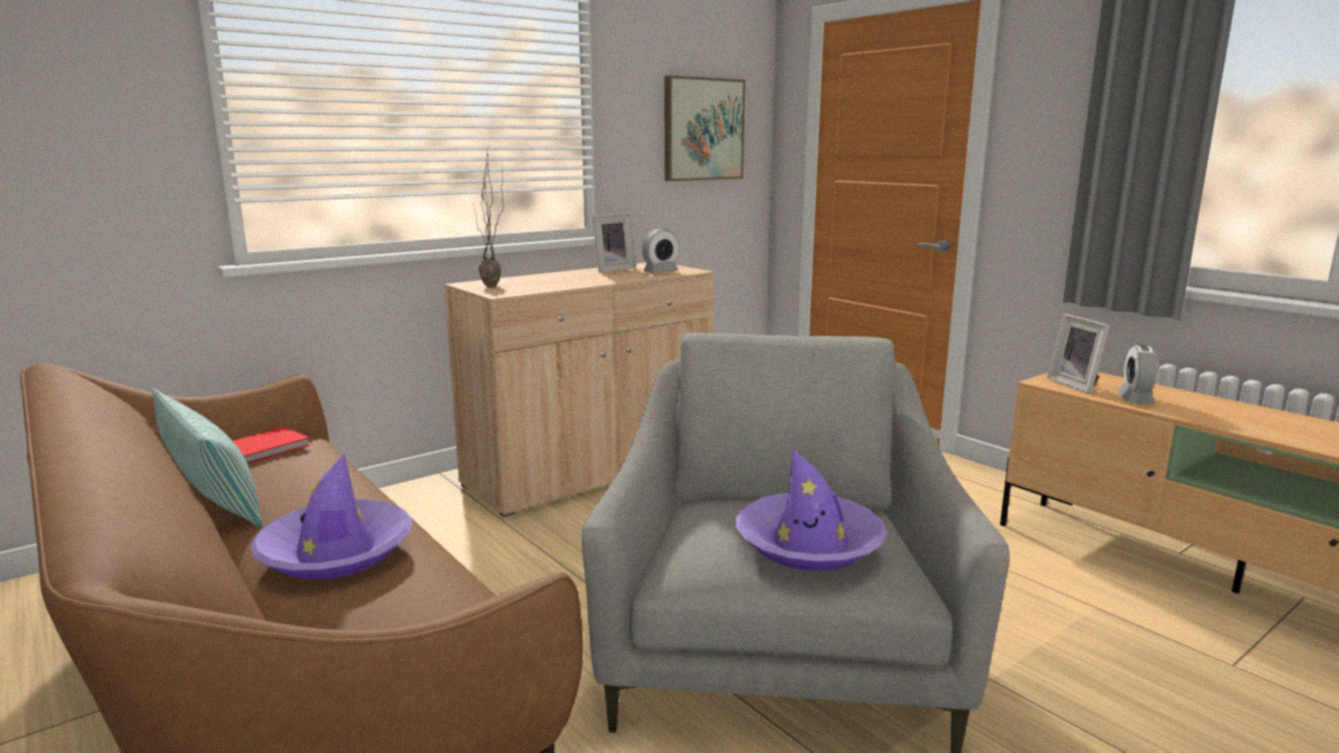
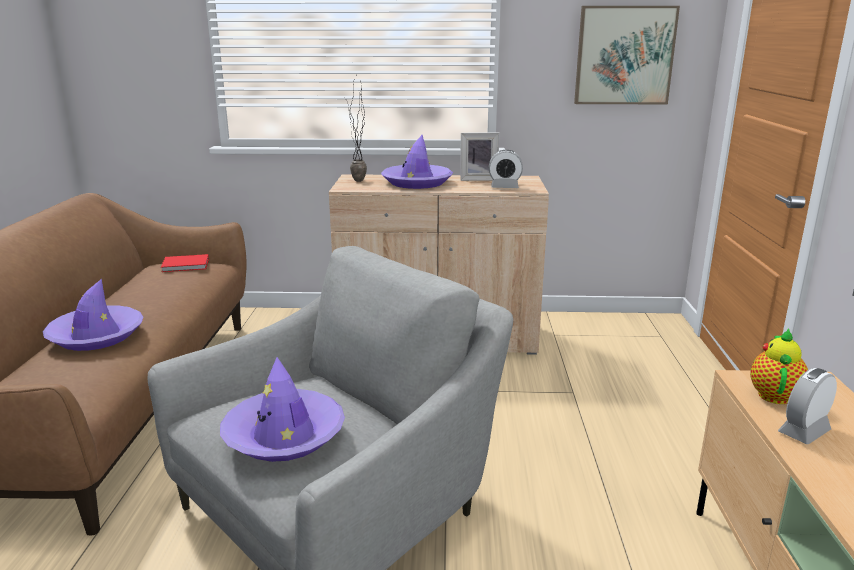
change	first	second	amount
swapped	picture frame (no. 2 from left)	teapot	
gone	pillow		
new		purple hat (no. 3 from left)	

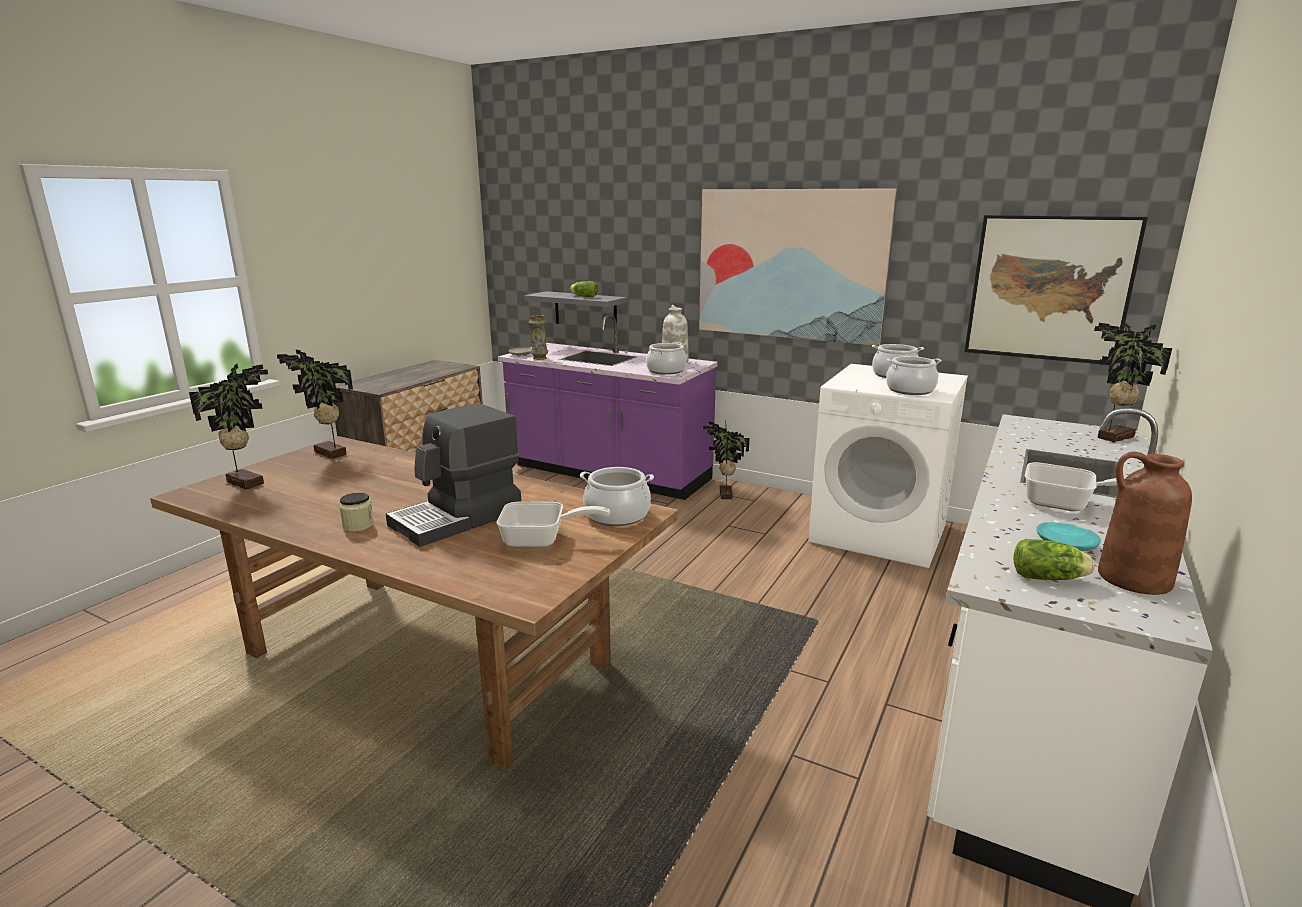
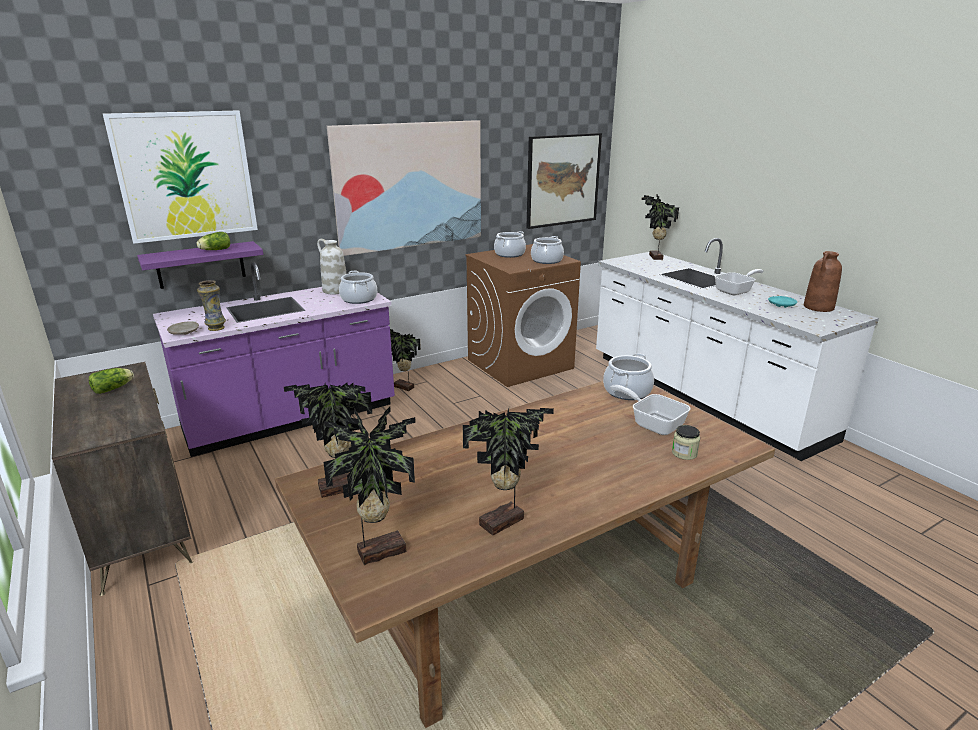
change	first	second	amount
repainted	grey shelf	purple shelf	
repainted	white washing machine	brown washing machine	
gone	coffee machine		
shifted	jar		
rotated	frying pan (no. 1 from left)		75 degrees counterclockwise
shifted	lettuce (no. 2 from left in the first image)	lettuce (no. 1 from left)	
new		picture (no. 1 from left)	
new		potted plant (no. 4 from left)	

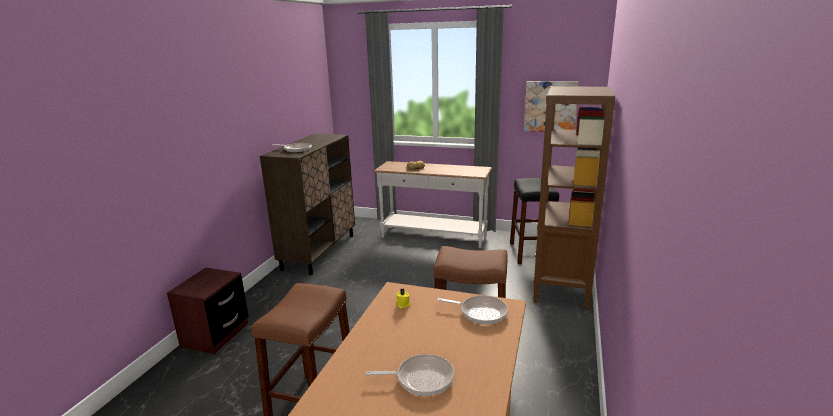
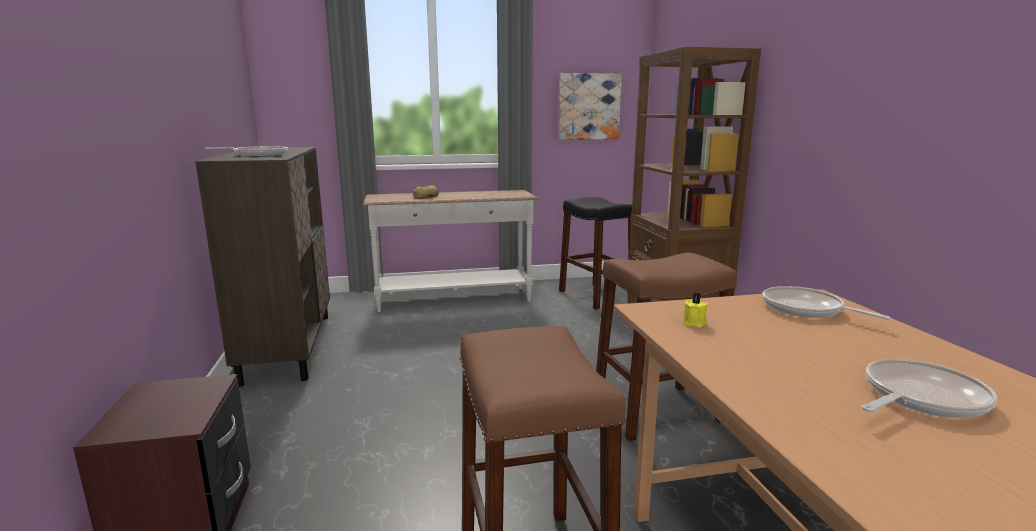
change	first	second	amount
rotated	frying pan (no. 3 from left in the first image)	frying pan (no. 2 from left)	120 degrees counterclockwise

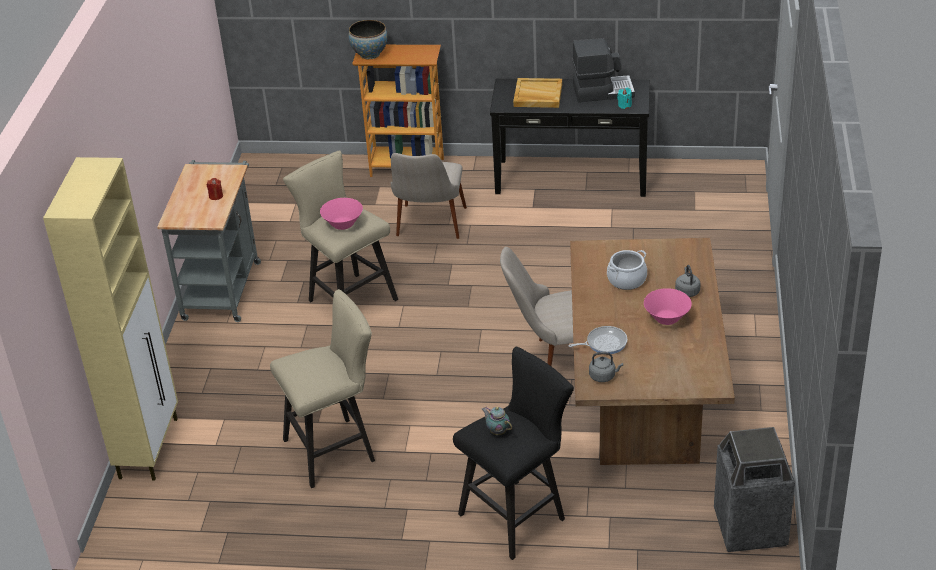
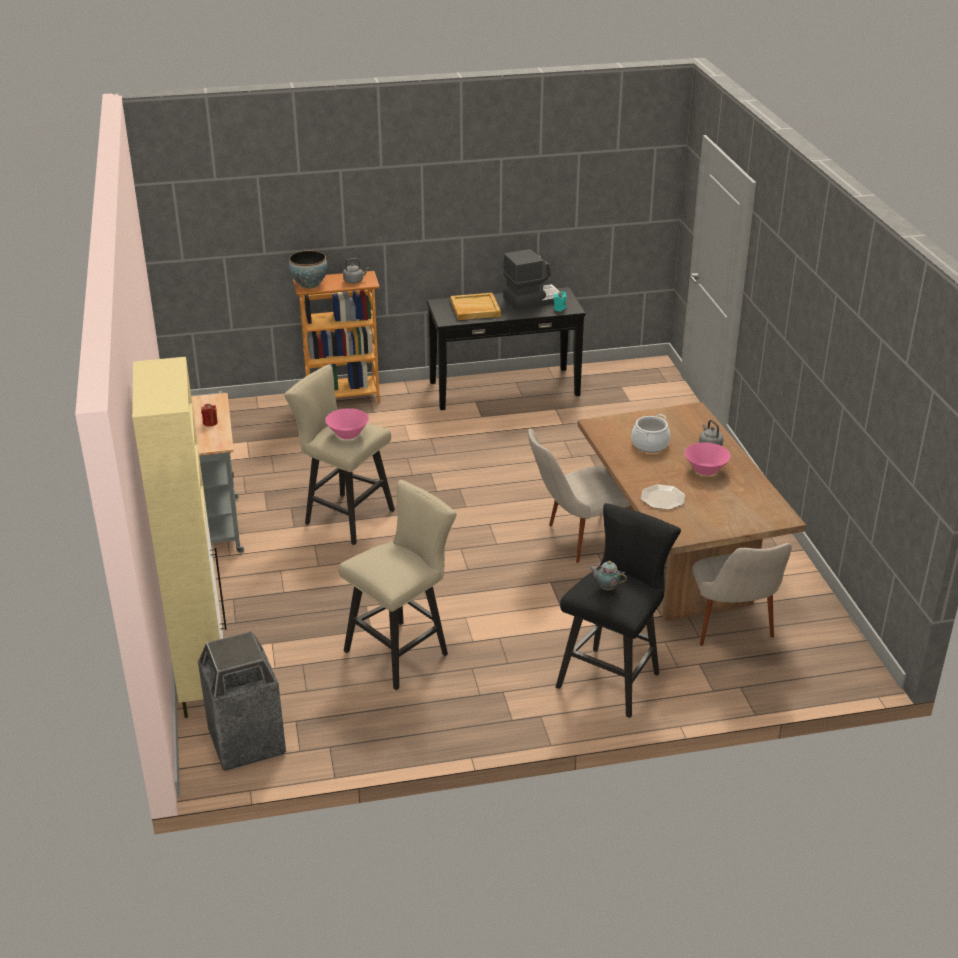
change	first	second	amount
shifted	beige chair (no. 1 from left in the first image)	beige chair (no. 2 from left)	
swapped	frying pan	plate	
shifted	grey kettle (no. 1 from left)		
shifted	trash can		

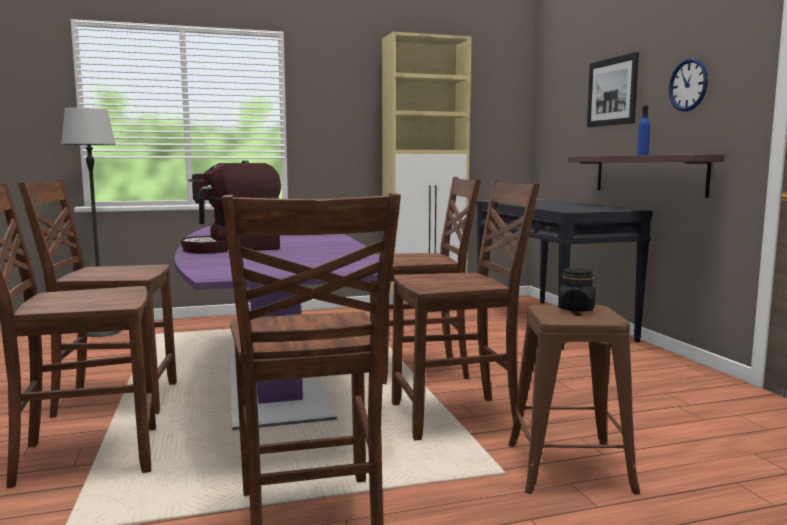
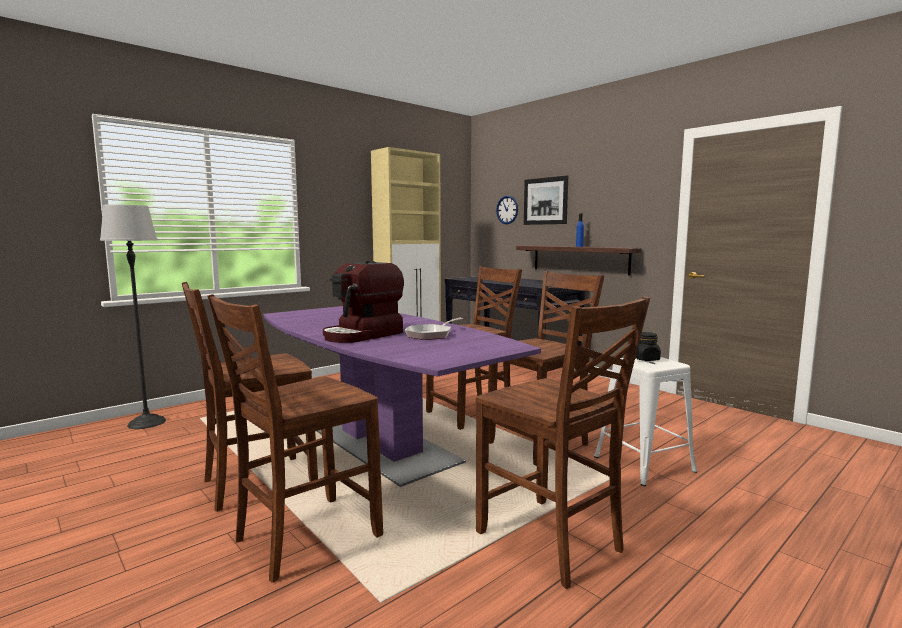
change	first	second	amount
shifted	wall clock		
repainted	brown stool	white stool	
new		frying pan	

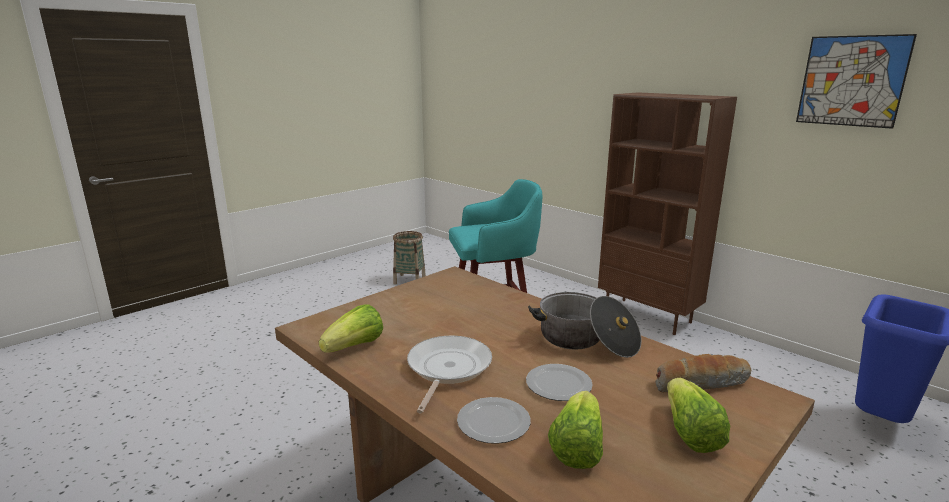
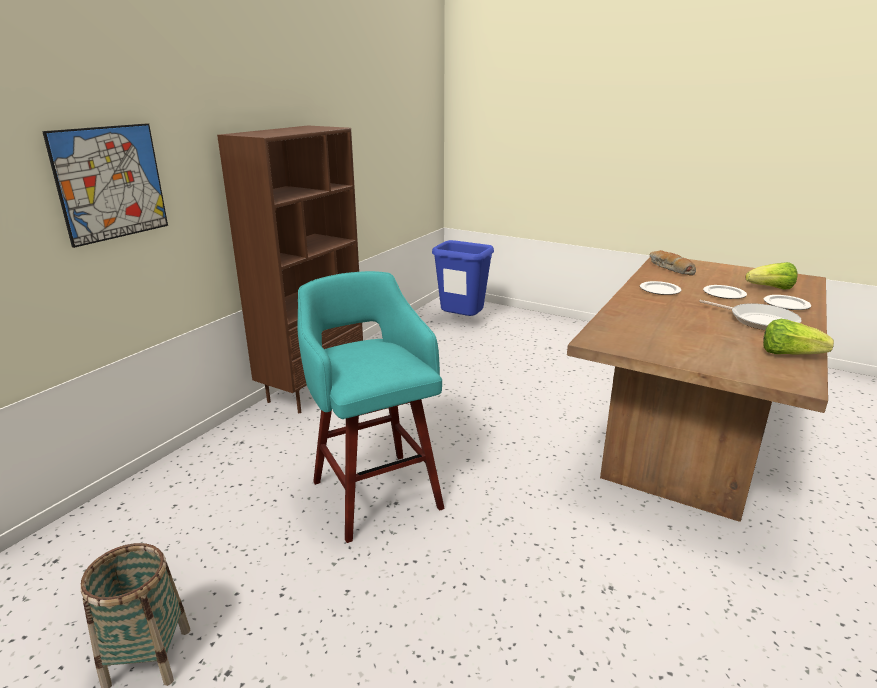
change	first	second	amount
shifted	picture		
swapped	cooking pot	plate (no. 1 from left)	
rotated	frying pan		135 degrees counterclockwise
gone	lettuce (no. 3 from left)		

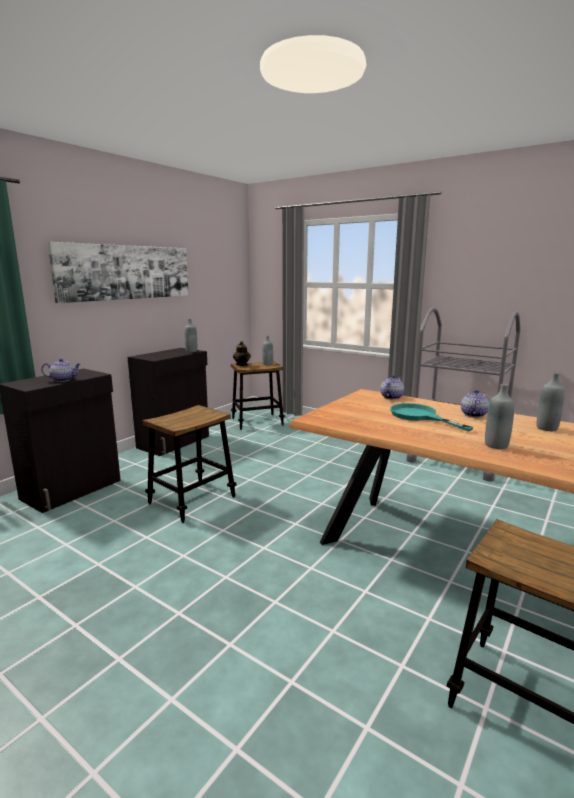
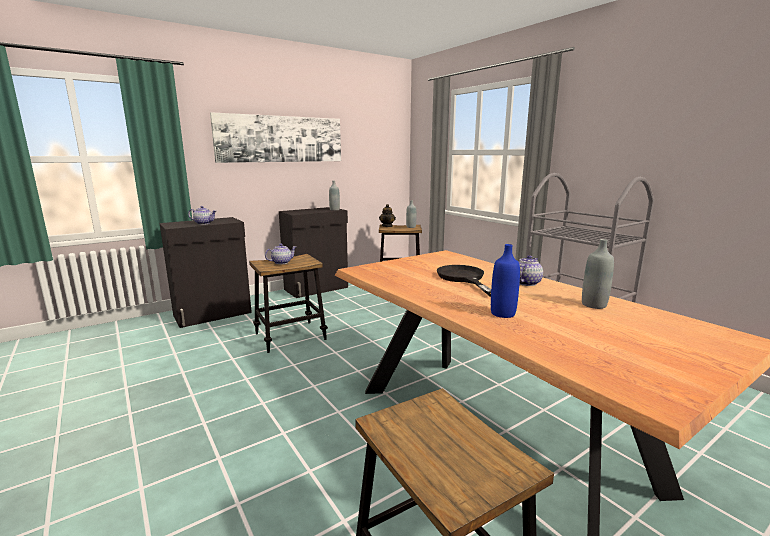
change	first	second	amount
shifted	teapot (no. 3 from left in the first image)	teapot (no. 2 from left)	
repainted	grey bottle (no. 3 from left)	blue bottle	
repainted	turquoise frying pan	black frying pan	

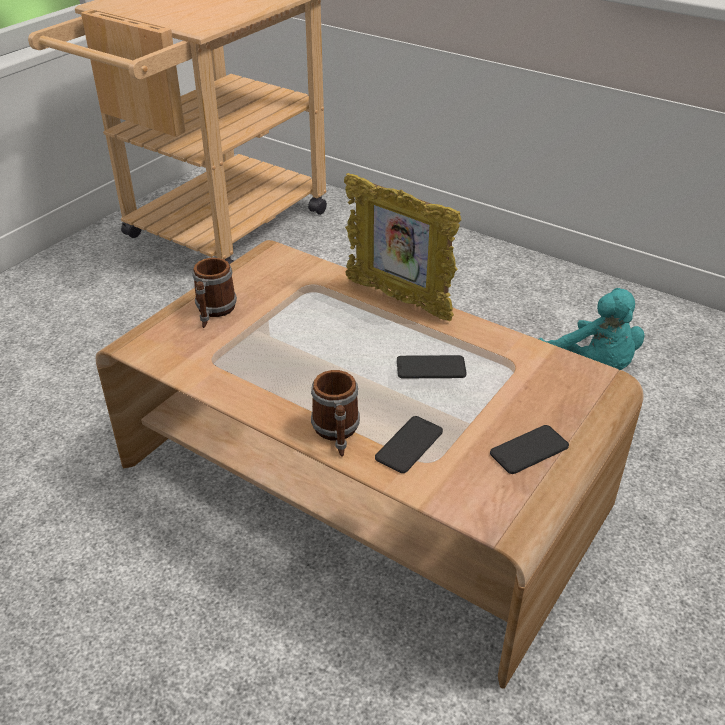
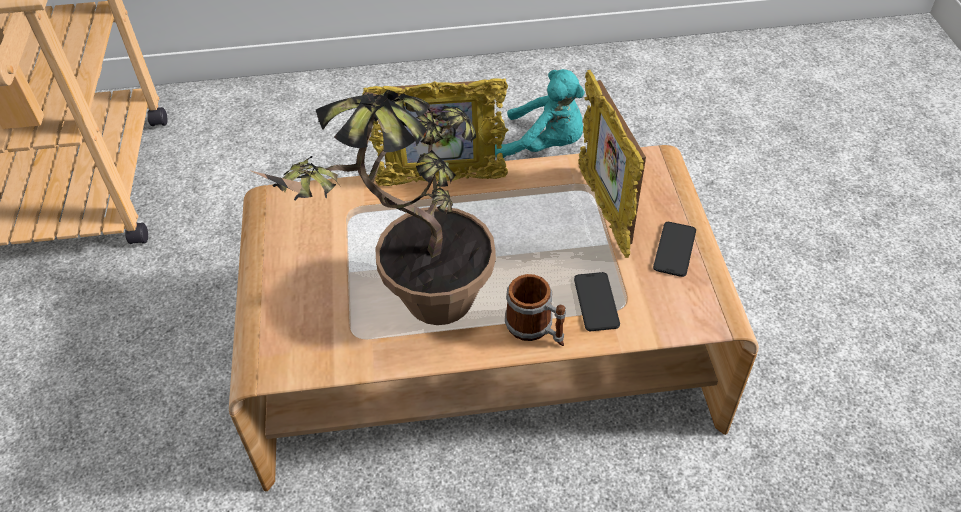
change	first	second	amount
gone	mug (no. 1 from left)		
gone	phone (no. 2 from left)		
new		picture frame (no. 2 from left)	
new		potted plant	

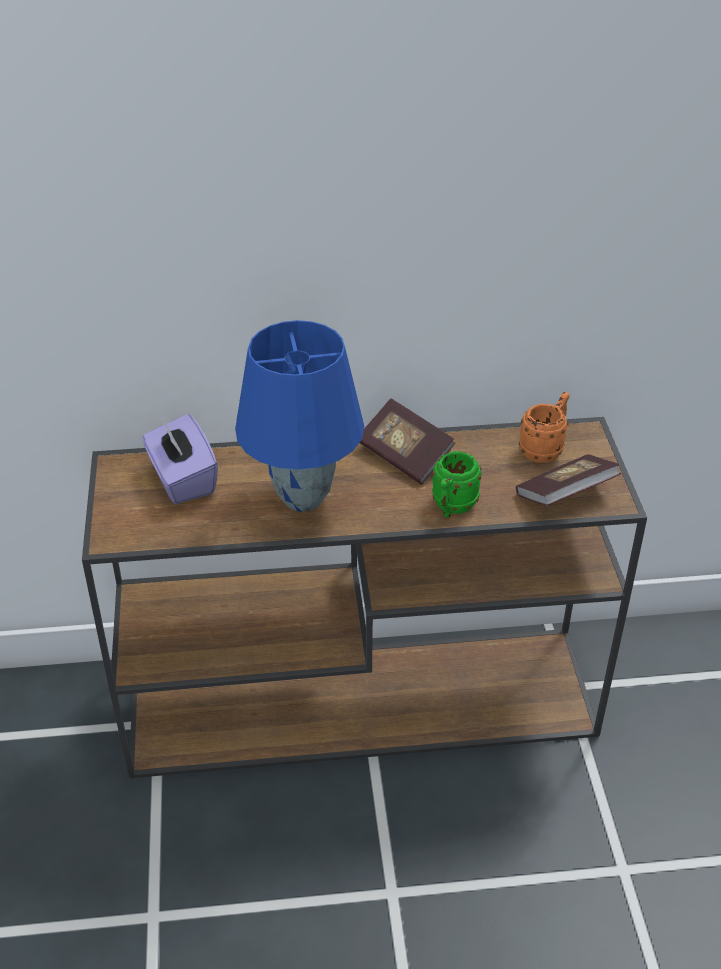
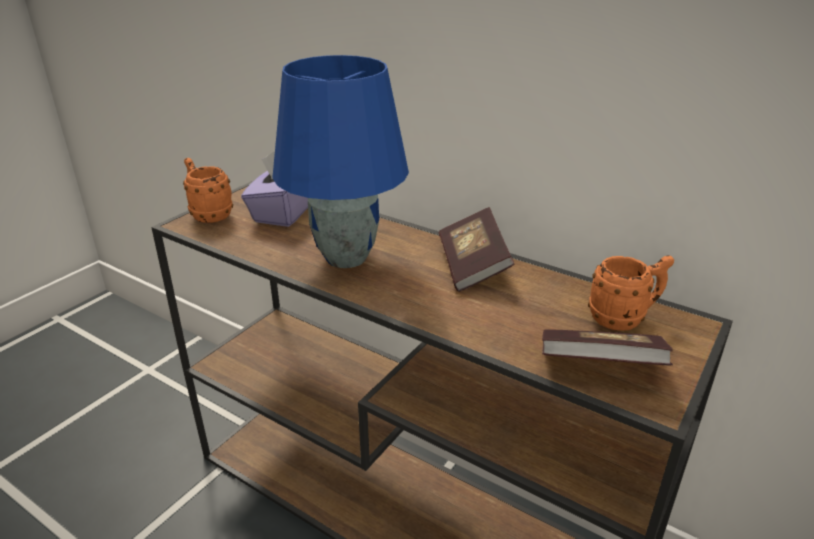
change	first	second	amount
gone	green mug		
new		orange mug (no. 1 from left)	

